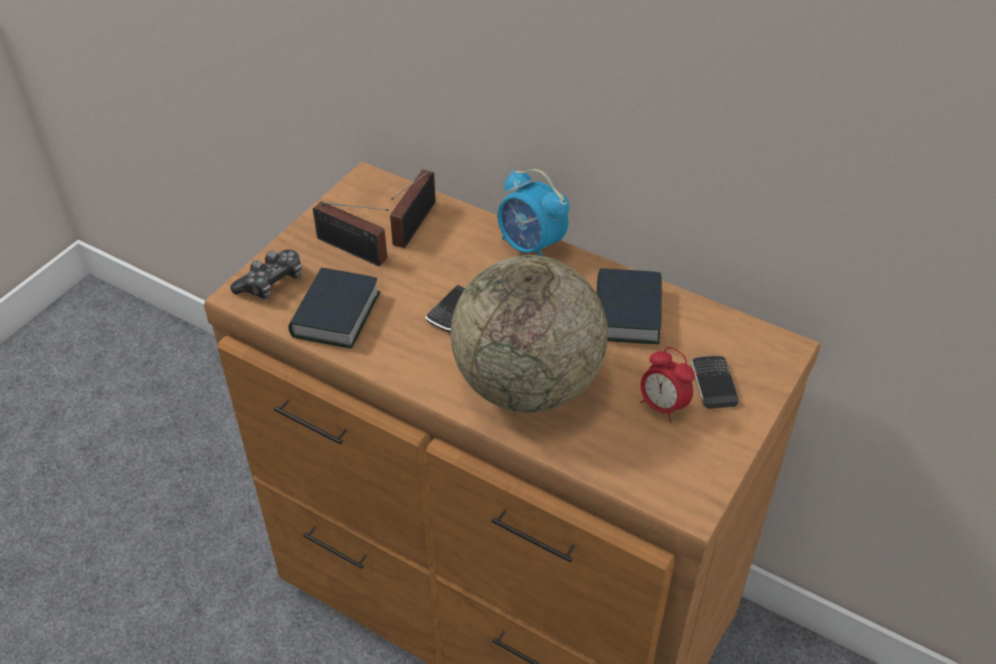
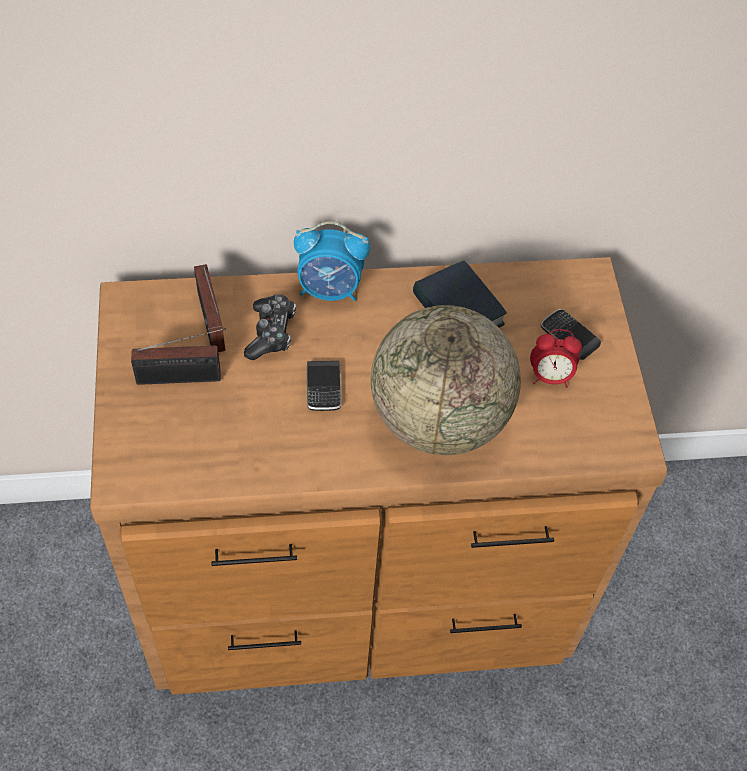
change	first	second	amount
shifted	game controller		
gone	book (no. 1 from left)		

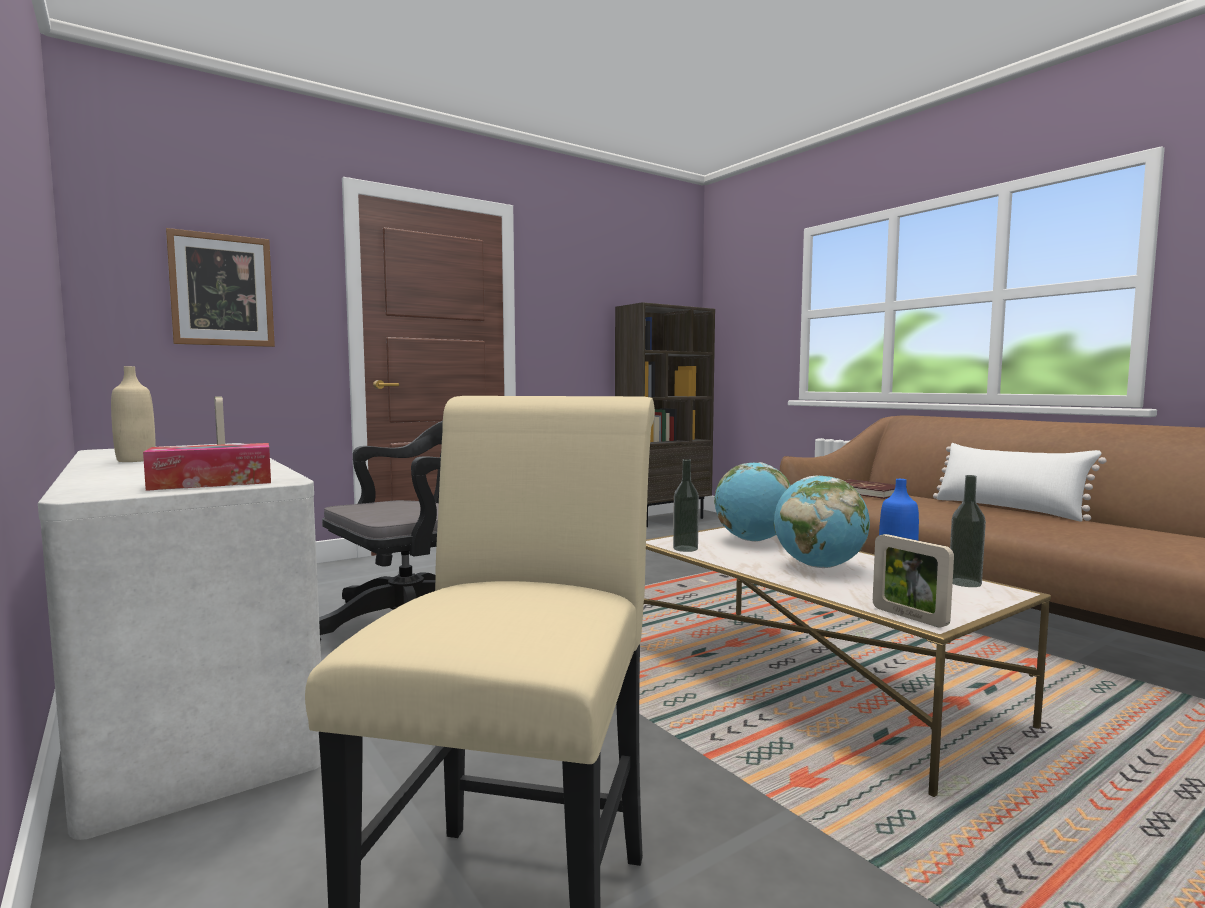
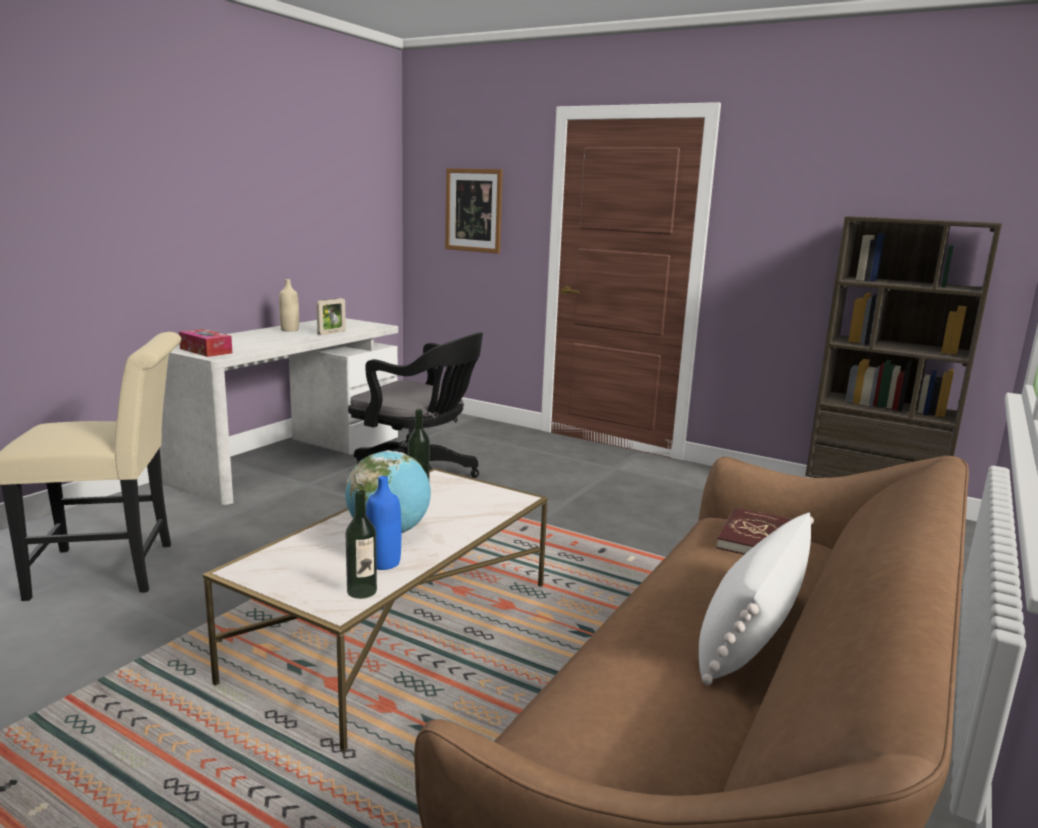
change	first	second	amount
gone	globe (no. 1 from left)		
gone	picture frame (no. 2 from left)		

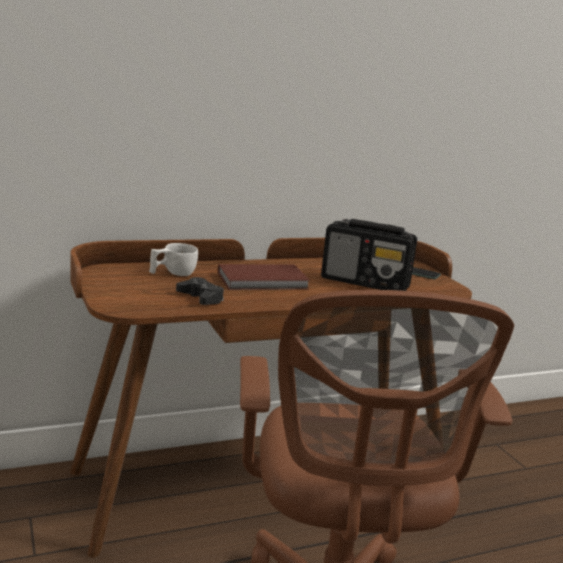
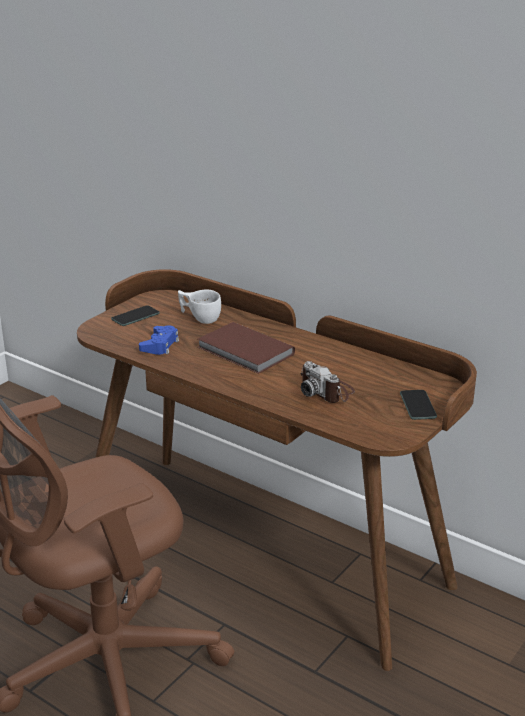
change	first	second	amount
swapped	radio	photo camera	
repainted	black game controller	blue game controller	
new		phone (no. 1 from left)	

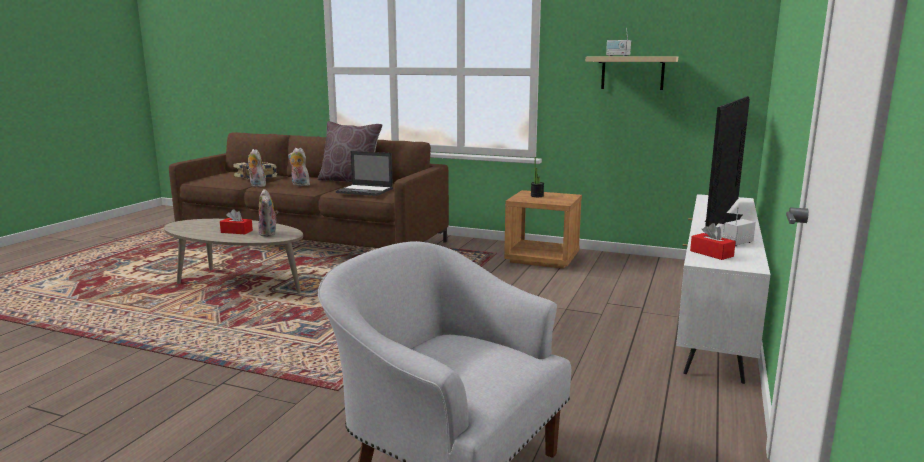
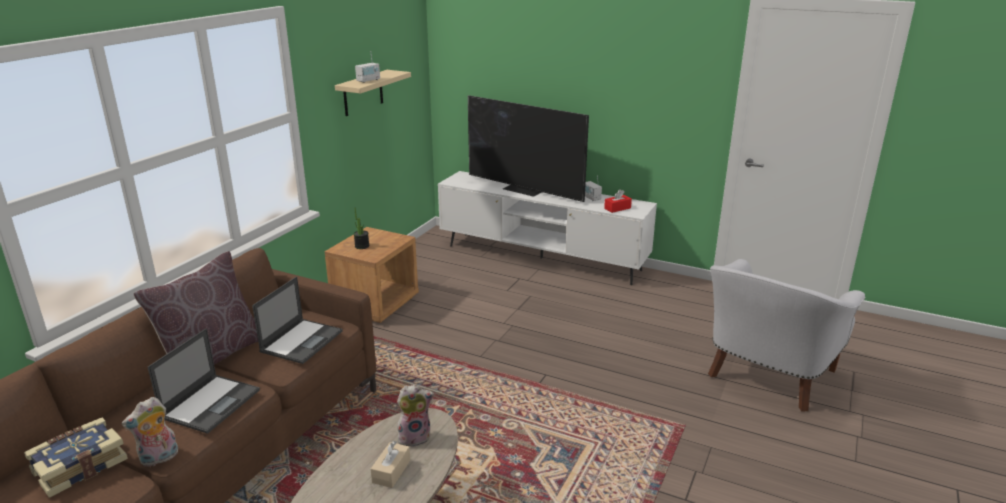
change	first	second	amount
swapped	plush toy (no. 3 from left)	laptop (no. 1 from left)	
repainted	red tissue box (no. 1 from left)	beige tissue box	

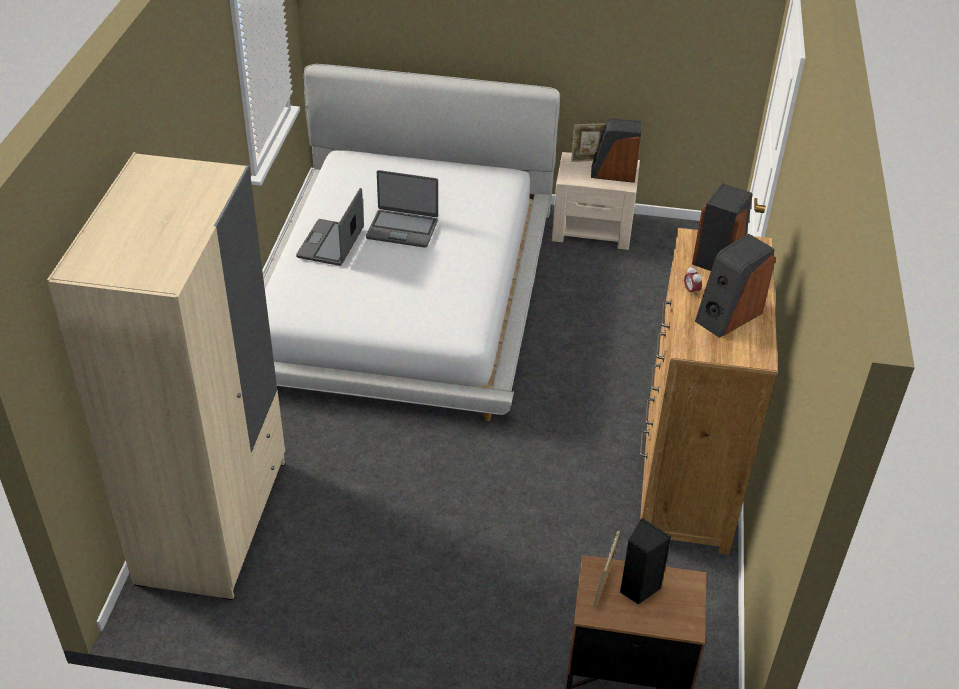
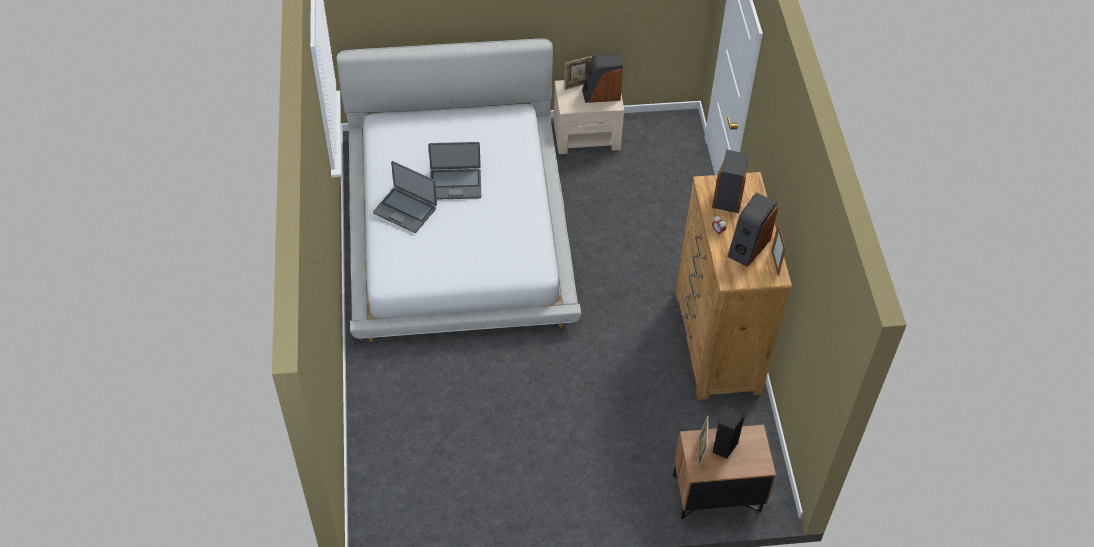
change	first	second	amount
gone	beige wardrobe		
rotated	laptop (no. 1 from left)		60 degrees counterclockwise
new		picture frame (no. 3 from left)	

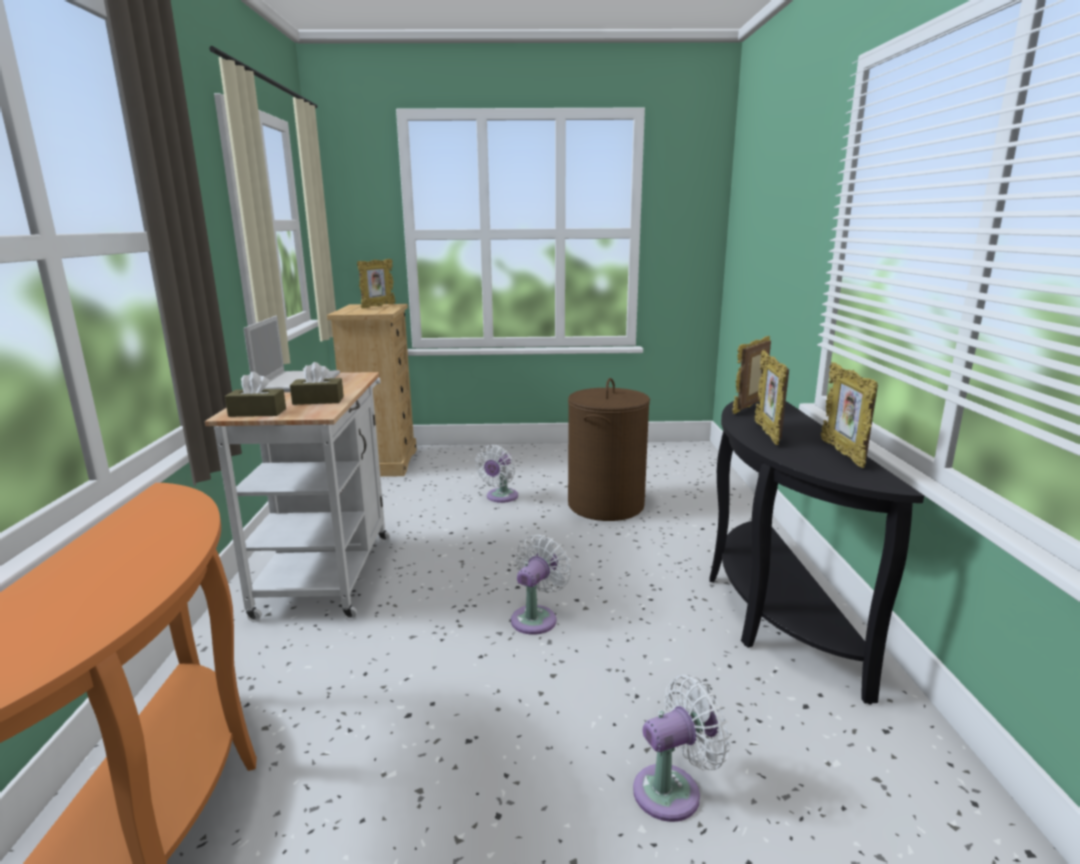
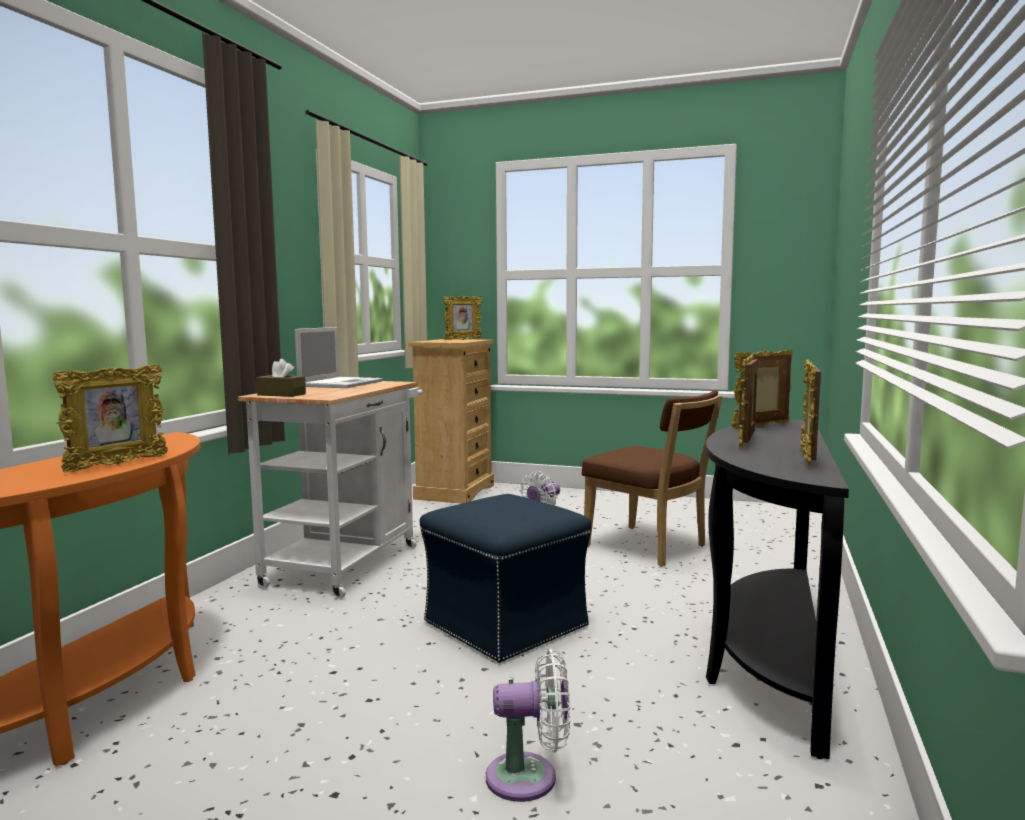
change	first	second	amount
gone	brown tissue box (no. 2 from left)		
swapped	brown laundry basket	brown chair	
swapped	white fan (no. 2 from left)	blue ottoman	
new		picture frame (no. 1 from left)	

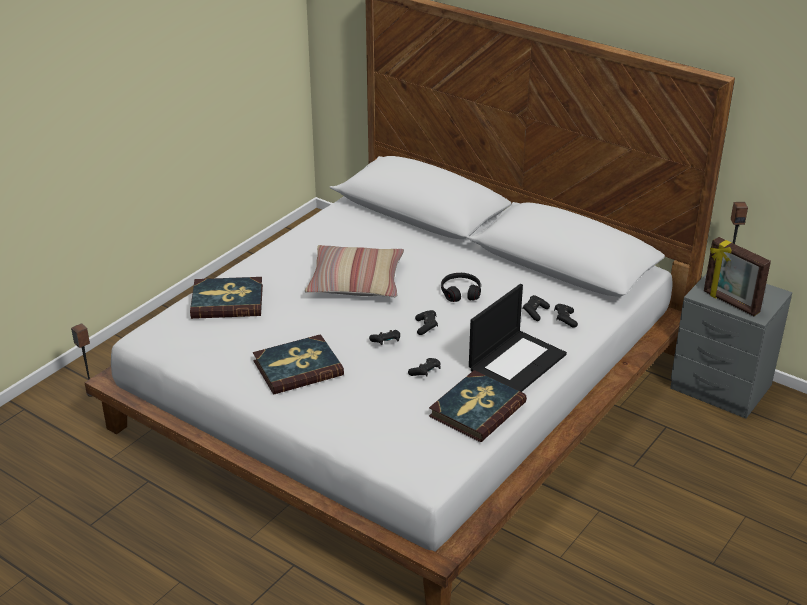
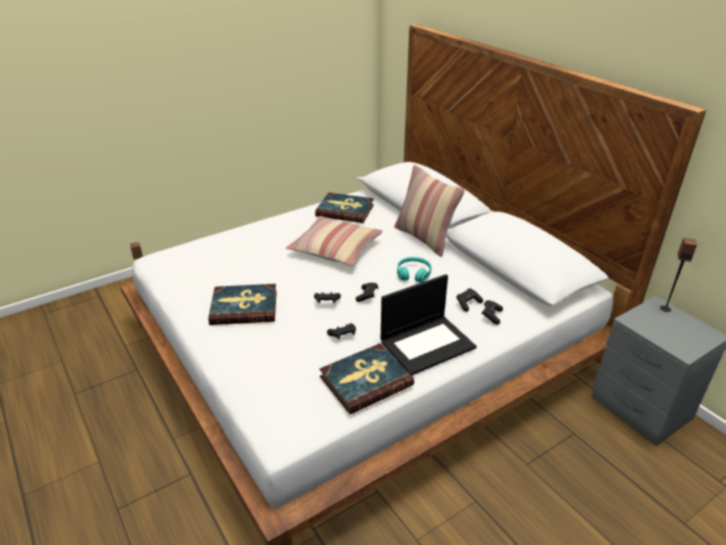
change	first	second	amount
gone	picture frame		
repainted	black headphones	turquoise headphones	
shifted	book (no. 1 from left in the first image)	book (no. 2 from left)	
new		pillow (no. 2 from left)	

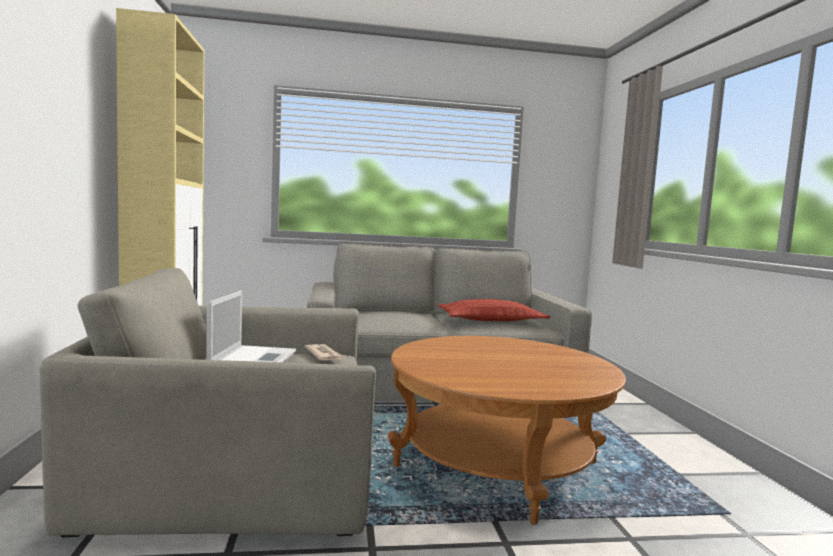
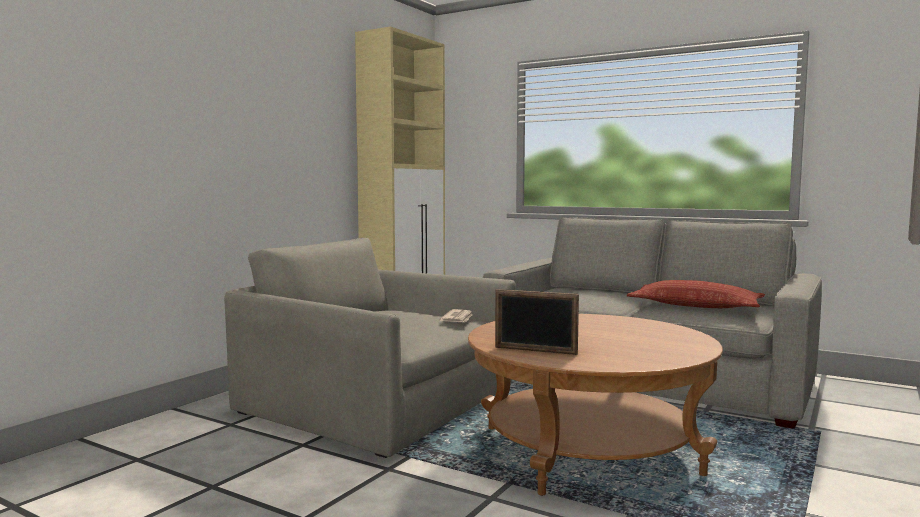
change	first	second	amount
gone	laptop		
new		picture frame	

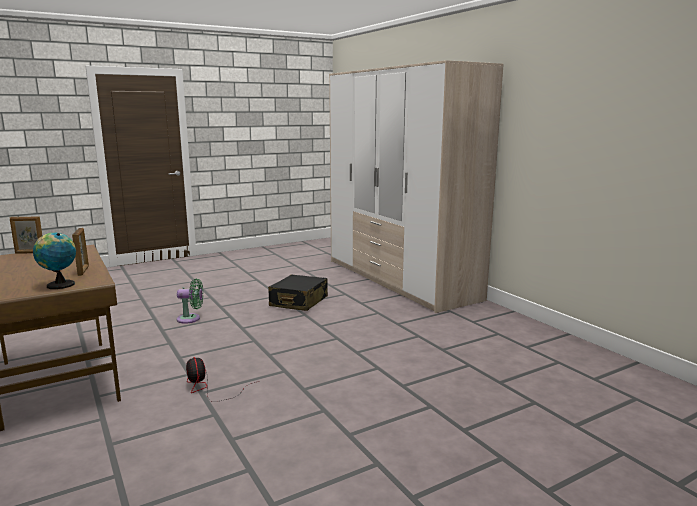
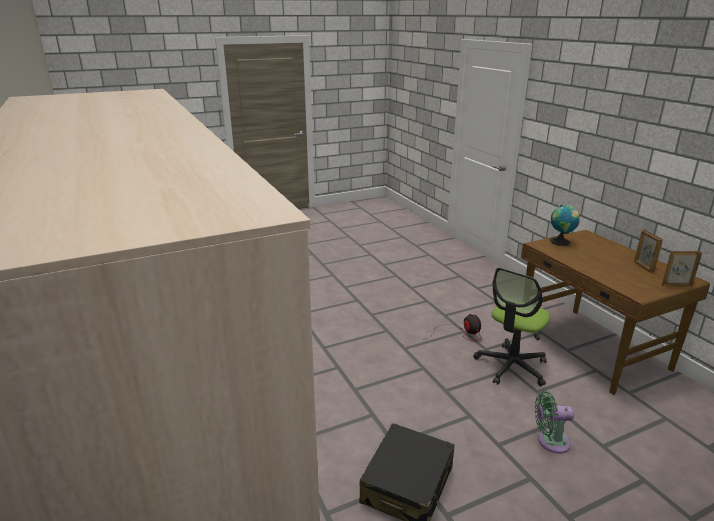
change	first	second	amount
shifted	picture frame (no. 2 from left in the first image)	picture frame (no. 1 from left)	
new		office chair	

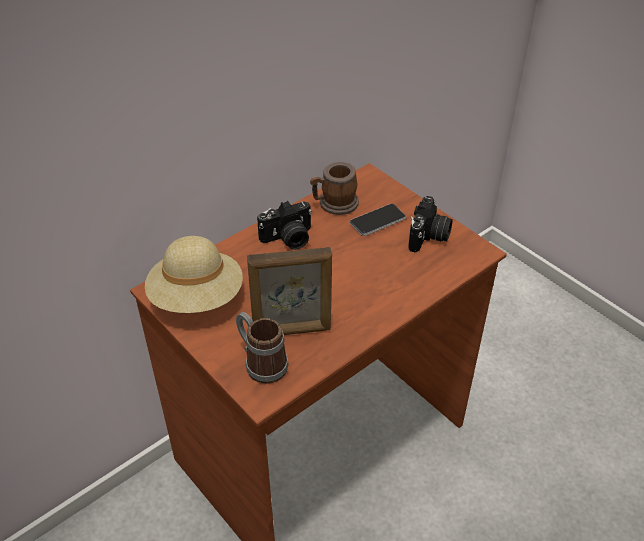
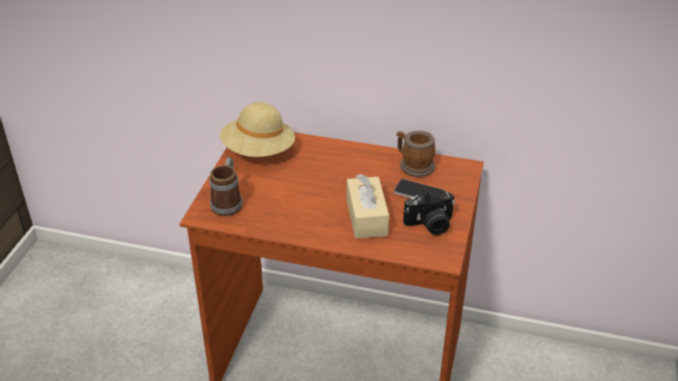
change	first	second	amount
gone	photo camera (no. 1 from left)		
gone	picture frame		
new		beige tissue box	

